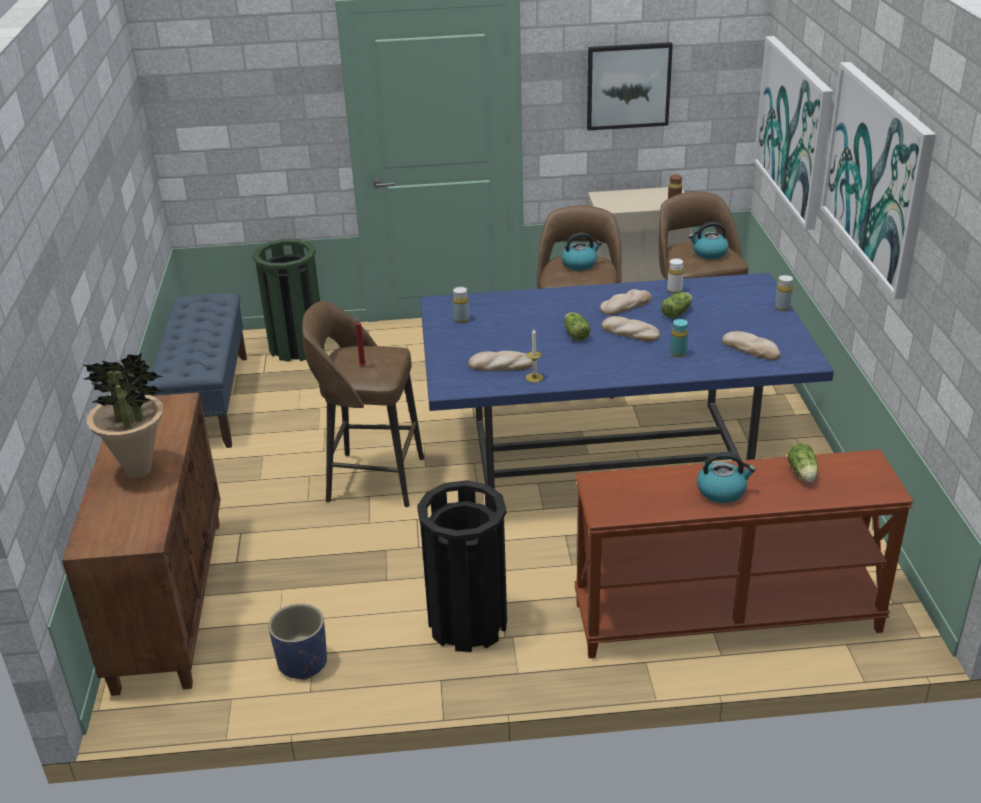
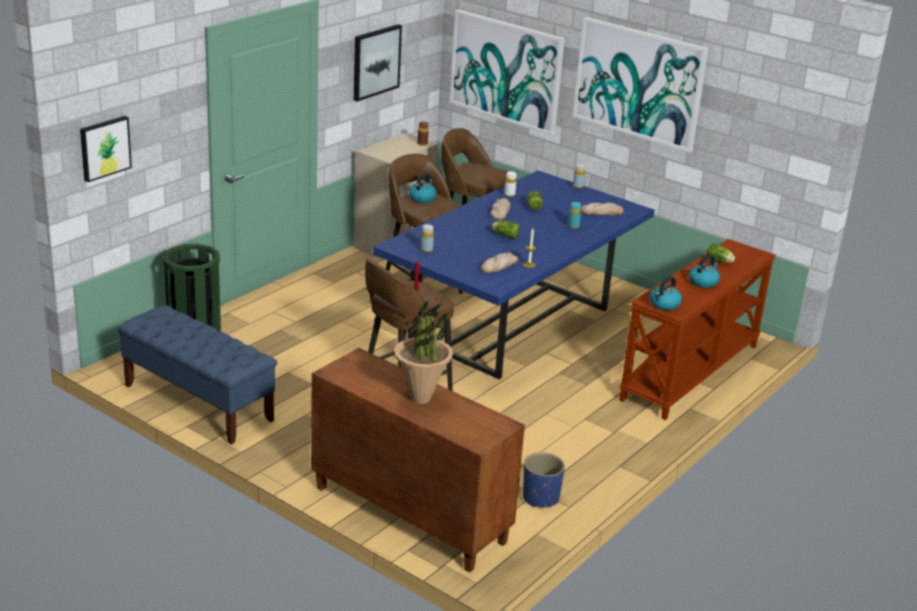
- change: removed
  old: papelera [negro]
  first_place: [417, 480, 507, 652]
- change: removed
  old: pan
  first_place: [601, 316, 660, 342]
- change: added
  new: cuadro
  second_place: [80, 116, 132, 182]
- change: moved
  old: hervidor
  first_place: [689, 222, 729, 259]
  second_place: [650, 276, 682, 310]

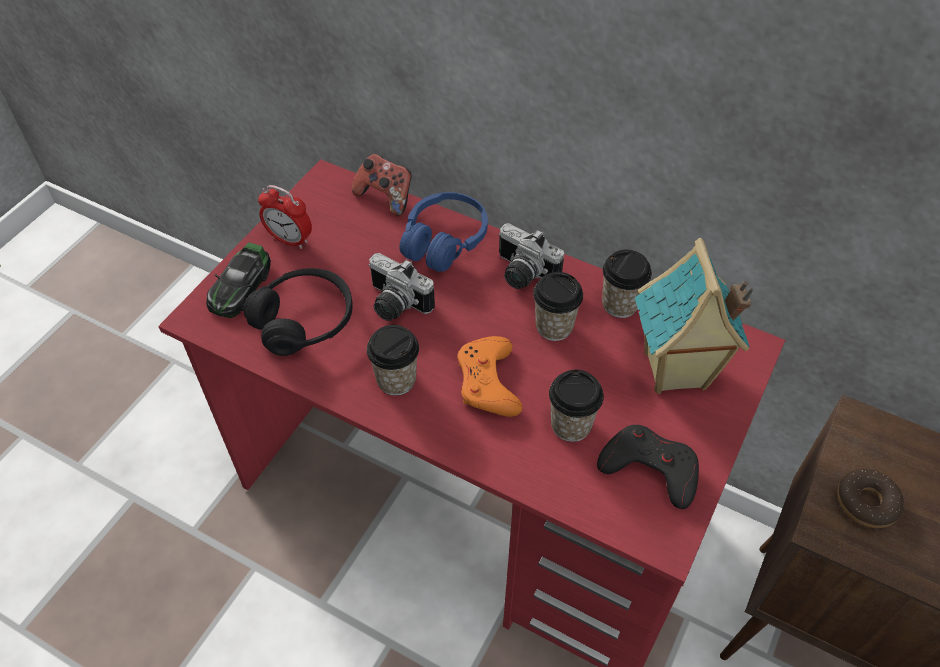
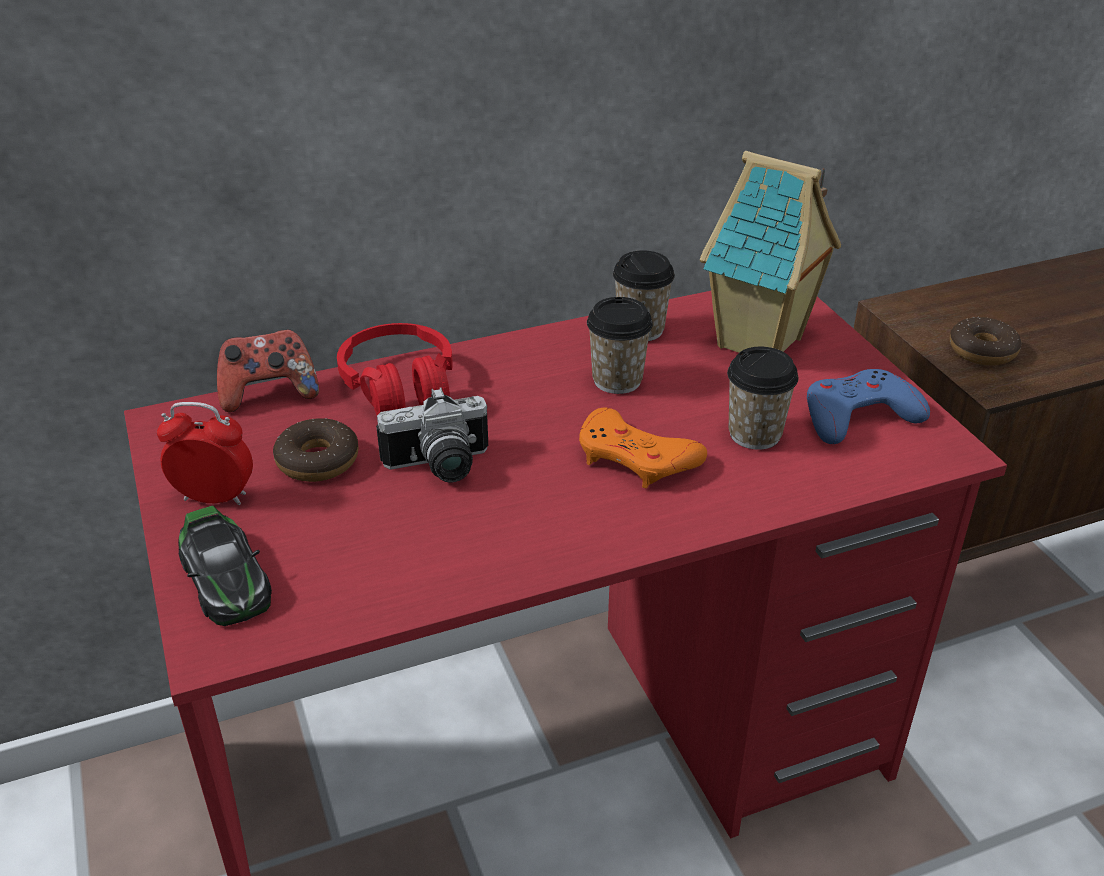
- change: removed
  old: auriculares [negro]
  first_place: [244, 268, 353, 356]
- change: removed
  old: taza
  first_place: [367, 325, 419, 396]
- change: removed
  old: cámara
  first_place: [499, 223, 564, 289]
- change: added
  new: rosquilla
  second_place: [273, 418, 358, 482]
- change: recoloured
  old: auriculares [azul]
  new: auriculares [rojo]
  first_place: [399, 192, 488, 272]
  second_place: [337, 323, 453, 415]
- change: recoloured
  old: mando de consola [negro]
  new: mando de consola [azul]
  first_place: [597, 425, 699, 509]
  second_place: [807, 369, 930, 444]
- change: turned
  old: despertador
  first_place: [258, 185, 312, 249]
  second_place: [157, 402, 253, 505]
  degrees: -150

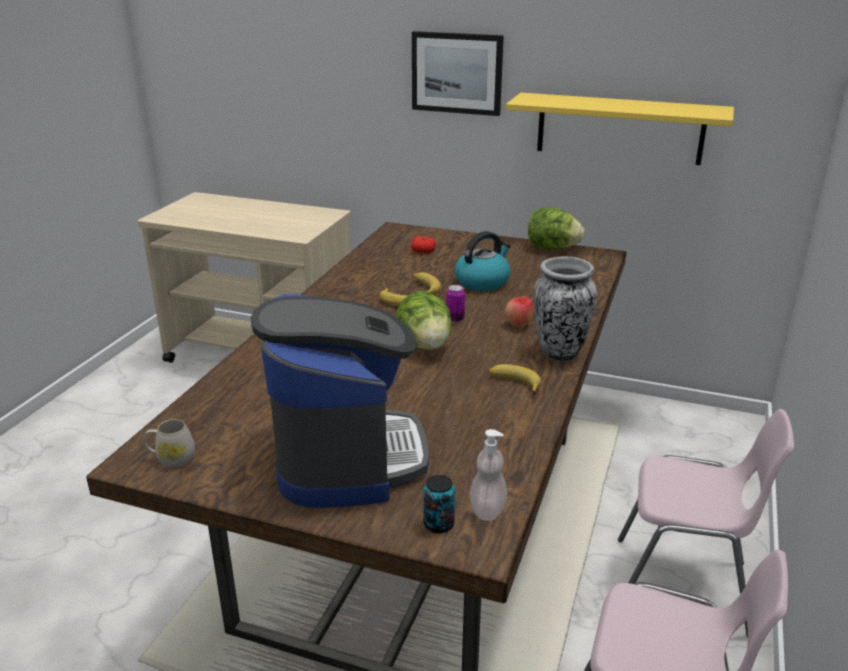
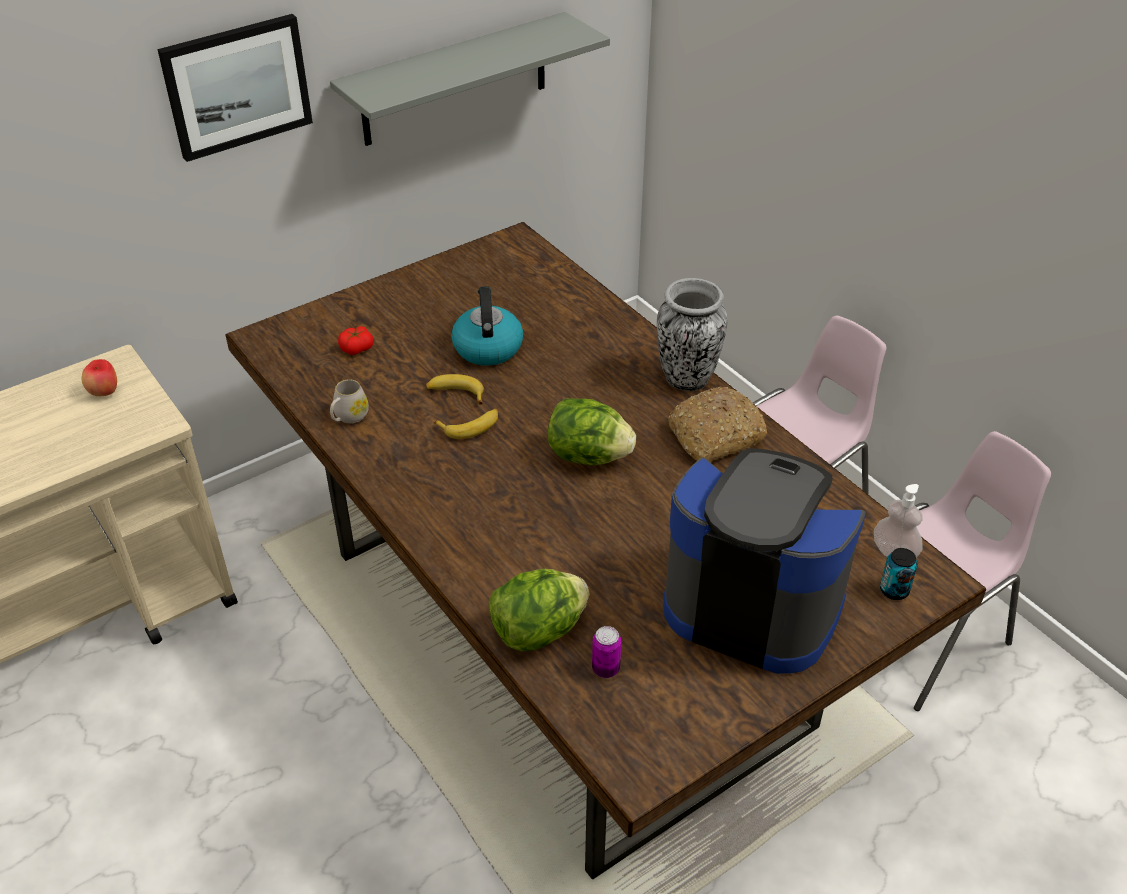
- change: moved
  old: taza grande [blanco]
  first_place: [143, 419, 195, 467]
  second_place: [330, 379, 369, 423]
- change: moved
  old: lata
  first_place: [446, 285, 465, 323]
  second_place: [592, 626, 621, 678]
- change: moved
  old: manzana
  first_place: [505, 296, 534, 328]
  second_place: [82, 359, 117, 396]
- change: moved
  old: lechuga
  first_place: [528, 208, 585, 250]
  second_place: [488, 569, 590, 651]
- change: replaced
  old: plátano
  new: pan
  first_place: [488, 364, 541, 395]
  second_place: [668, 387, 767, 462]
- change: recoloured
  old: estante [amarillo]
  new: estante [gris]
  first_place: [506, 93, 734, 165]
  second_place: [330, 12, 610, 146]

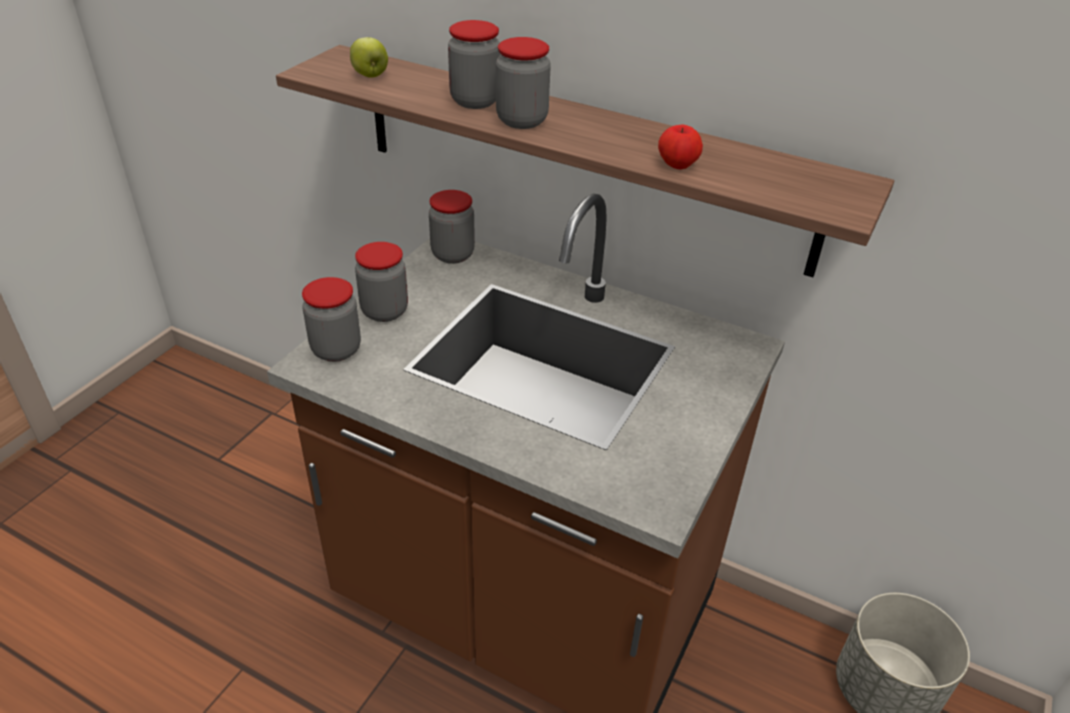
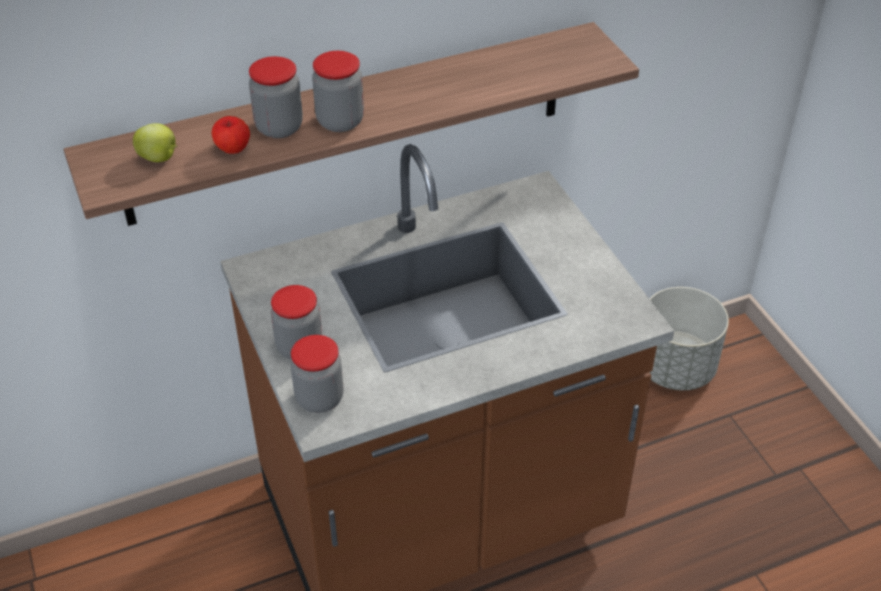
- change: removed
  old: tarro
  first_place: [429, 190, 475, 264]
- change: moved
  old: manzana
  first_place: [658, 125, 703, 170]
  second_place: [211, 116, 250, 154]

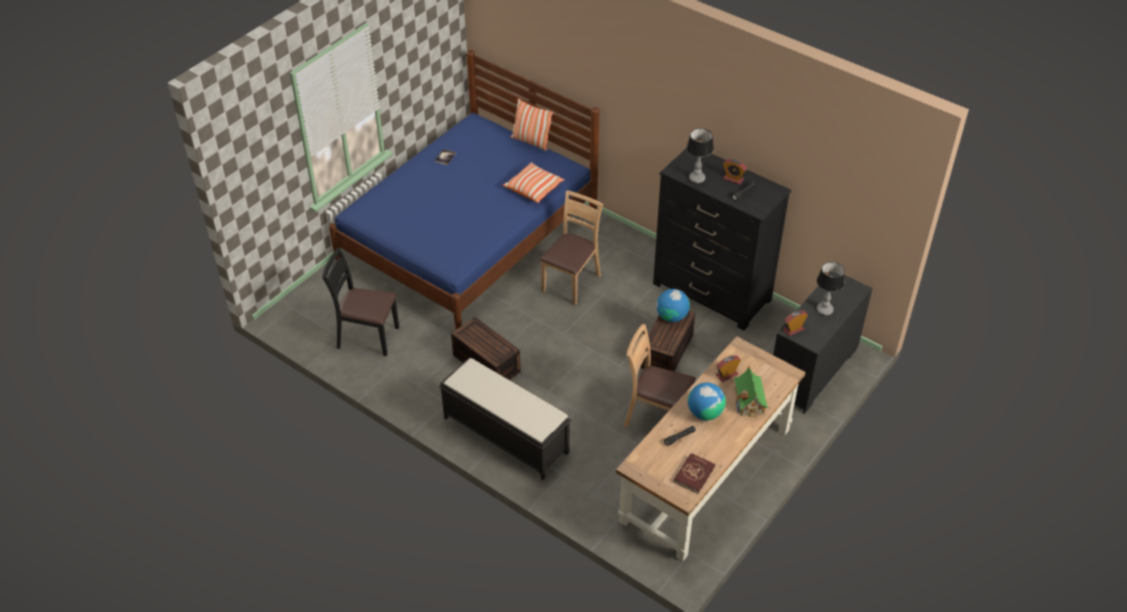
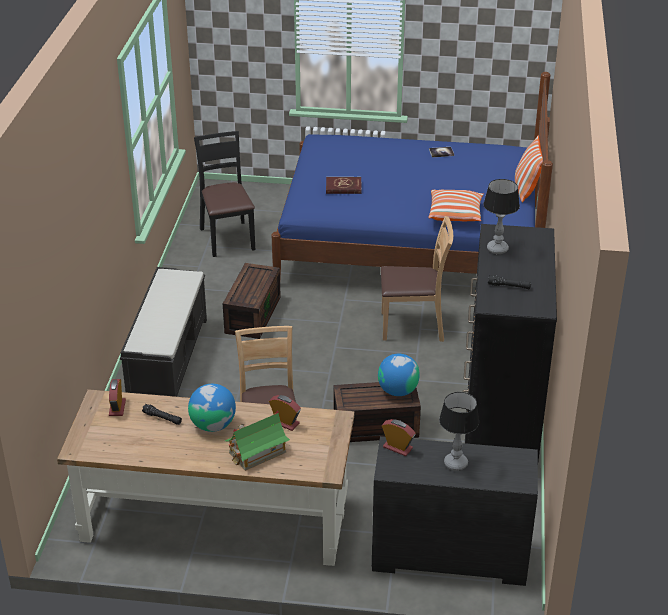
- change: moved
  old: libro [rojo]
  first_place: [674, 453, 715, 493]
  second_place: [326, 177, 362, 194]
- change: moved
  old: despertador
  first_place: [723, 159, 747, 185]
  second_place: [109, 379, 126, 416]

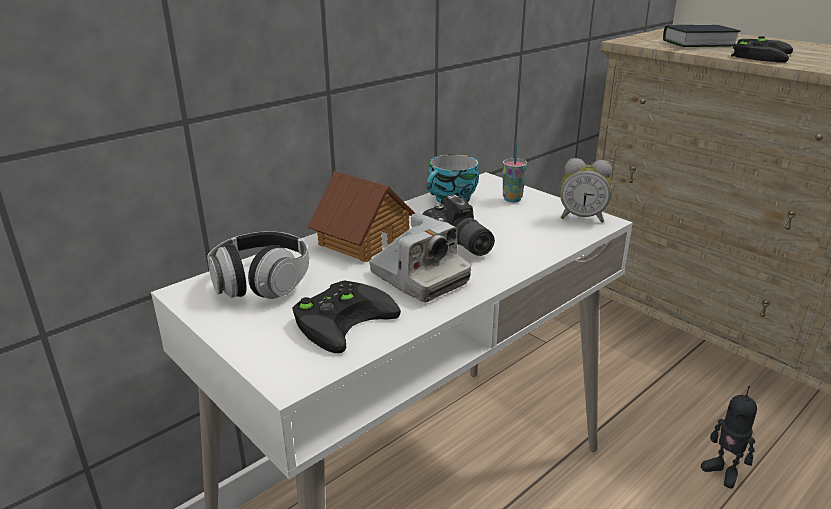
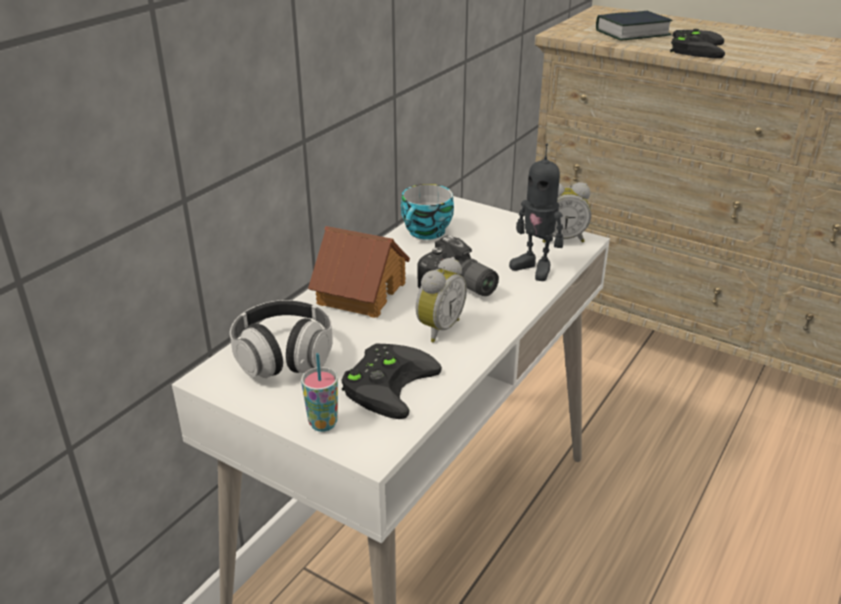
- change: moved
  old: taza
  first_place: [503, 143, 527, 202]
  second_place: [301, 353, 338, 432]
- change: moved
  old: robot de juguete
  first_place: [701, 386, 757, 489]
  second_place: [509, 143, 563, 281]
- change: replaced
  old: cámara
  new: despertador
  first_place: [369, 213, 471, 303]
  second_place: [416, 257, 467, 343]

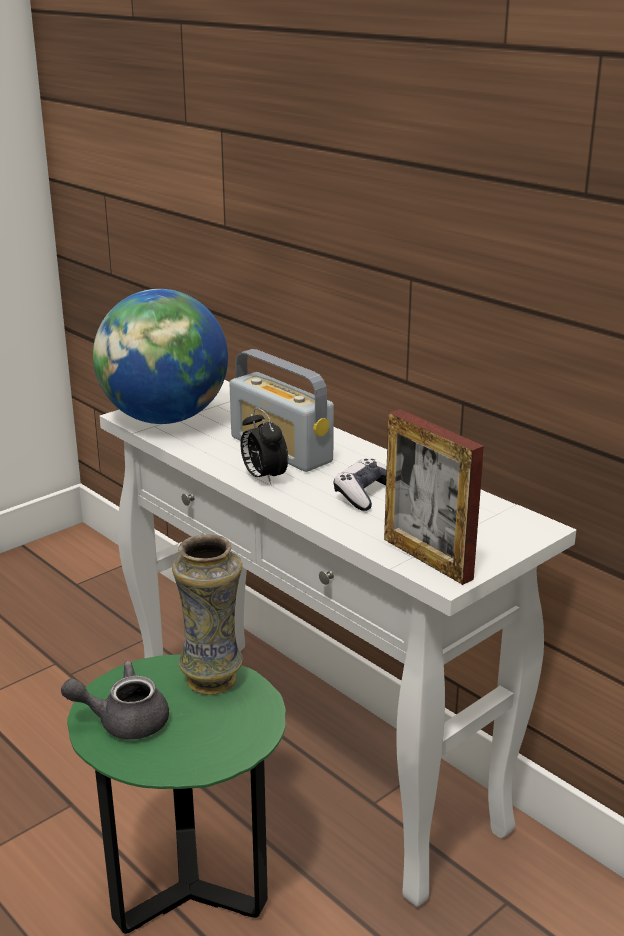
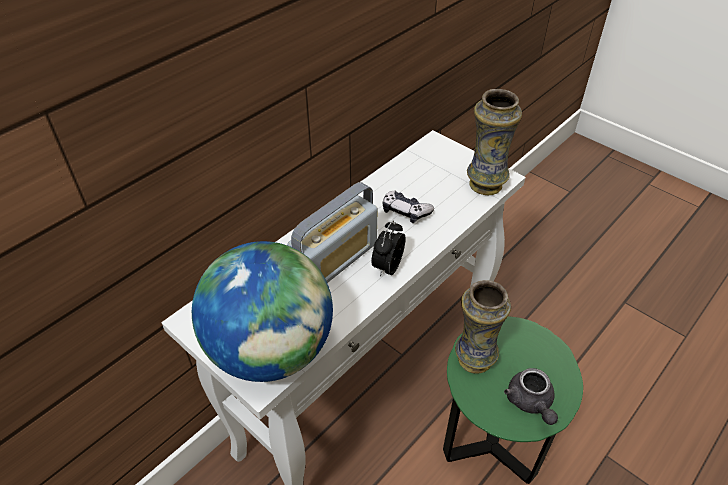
- change: replaced
  old: portarretratos
  new: florero
  first_place: [384, 409, 484, 585]
  second_place: [467, 89, 522, 195]
- change: turned
  old: despertador
  first_place: [240, 407, 288, 485]
  second_place: [371, 221, 406, 277]
  degrees: 150

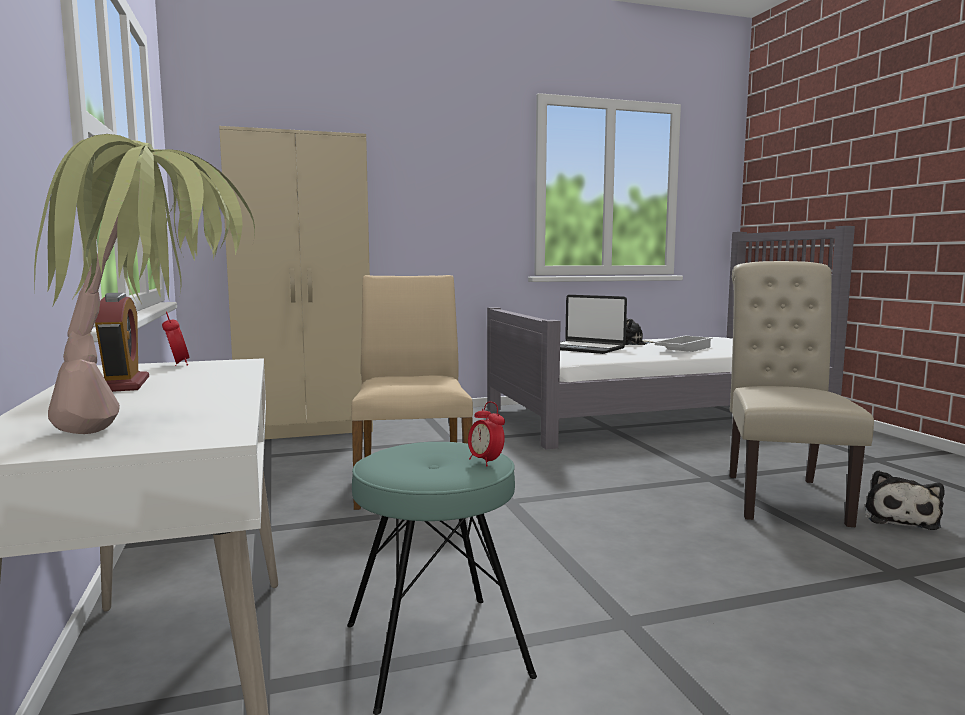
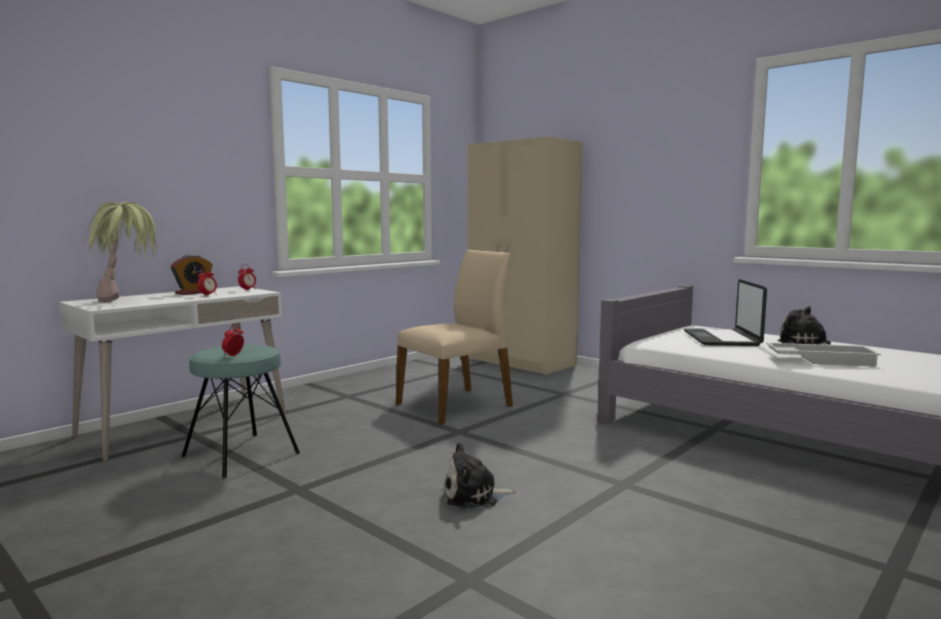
- change: removed
  old: silla [beis]
  first_place: [729, 261, 874, 527]
- change: added
  new: despertador
  second_place: [197, 268, 217, 295]
- change: moved
  old: peluche
  first_place: [865, 470, 945, 530]
  second_place: [444, 442, 516, 509]

